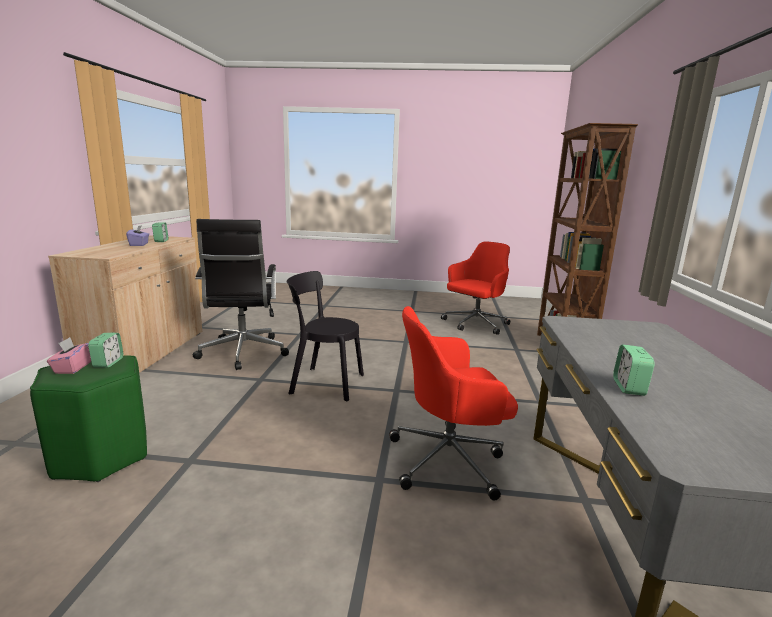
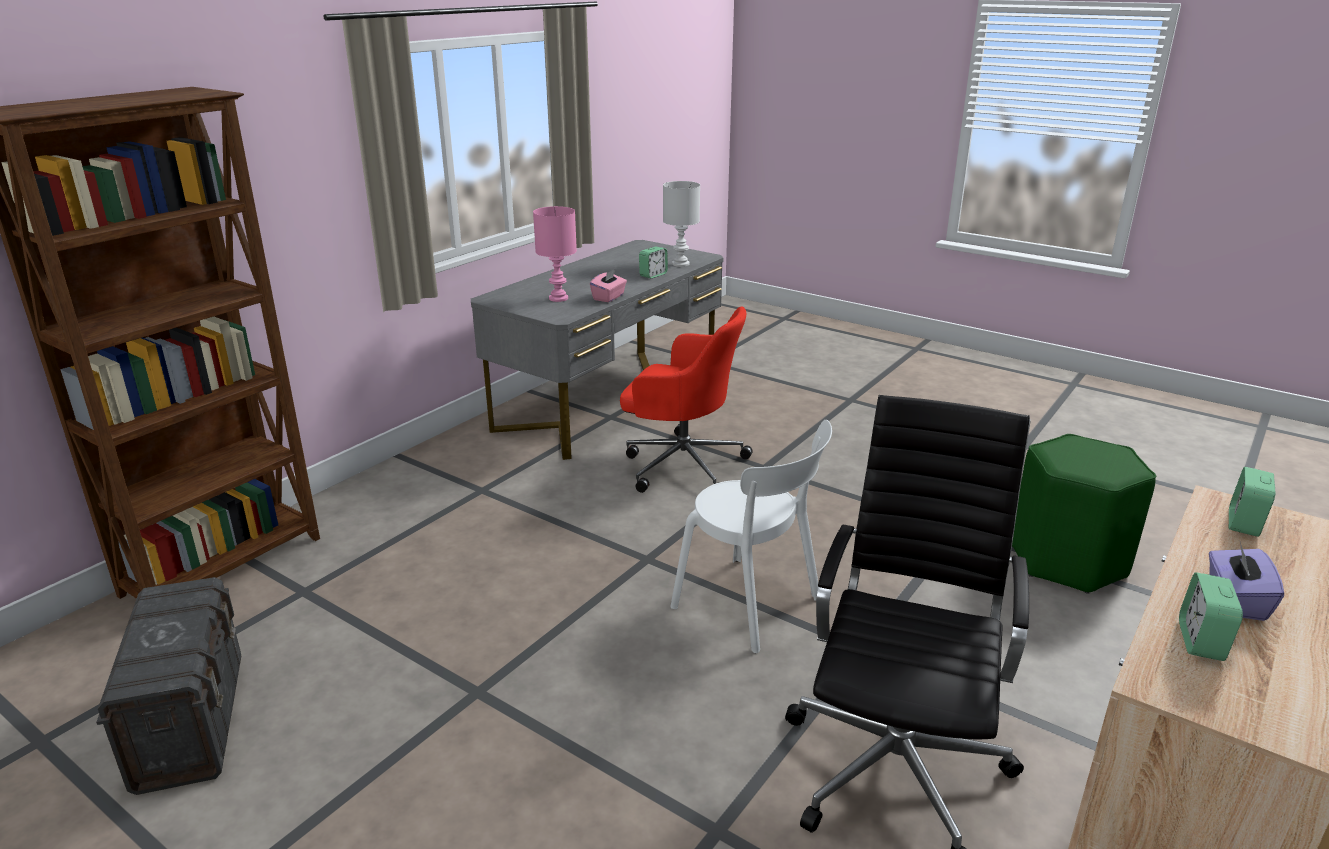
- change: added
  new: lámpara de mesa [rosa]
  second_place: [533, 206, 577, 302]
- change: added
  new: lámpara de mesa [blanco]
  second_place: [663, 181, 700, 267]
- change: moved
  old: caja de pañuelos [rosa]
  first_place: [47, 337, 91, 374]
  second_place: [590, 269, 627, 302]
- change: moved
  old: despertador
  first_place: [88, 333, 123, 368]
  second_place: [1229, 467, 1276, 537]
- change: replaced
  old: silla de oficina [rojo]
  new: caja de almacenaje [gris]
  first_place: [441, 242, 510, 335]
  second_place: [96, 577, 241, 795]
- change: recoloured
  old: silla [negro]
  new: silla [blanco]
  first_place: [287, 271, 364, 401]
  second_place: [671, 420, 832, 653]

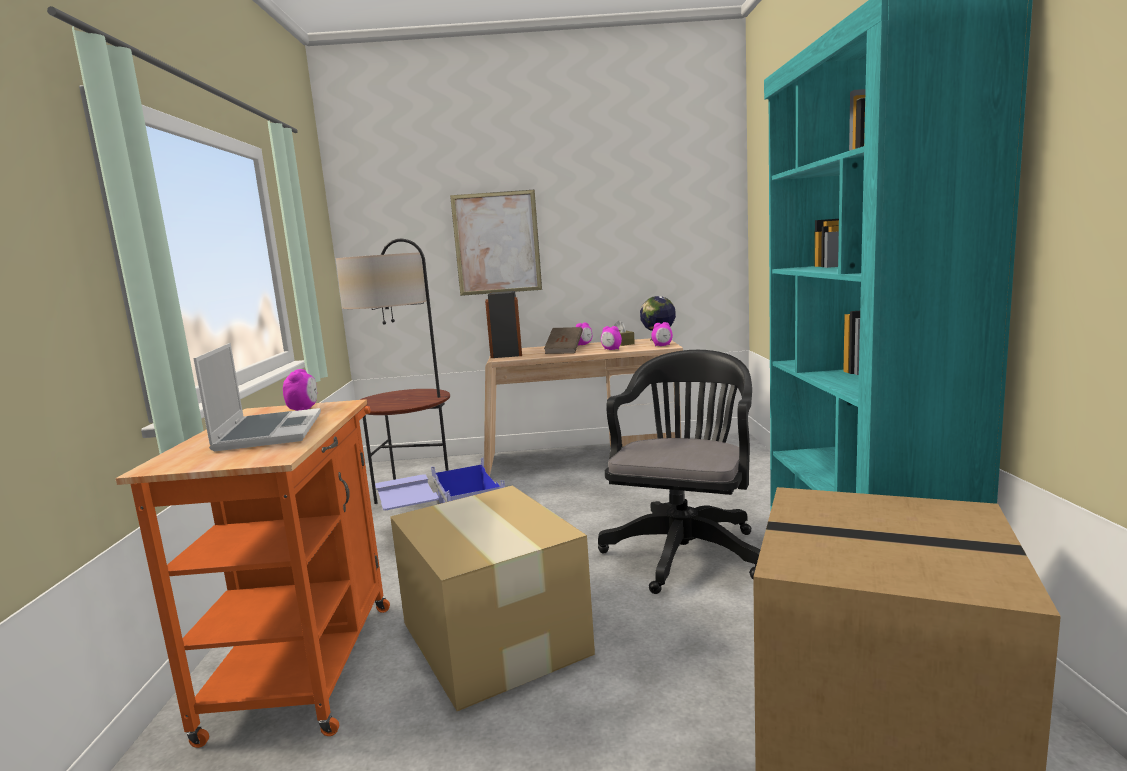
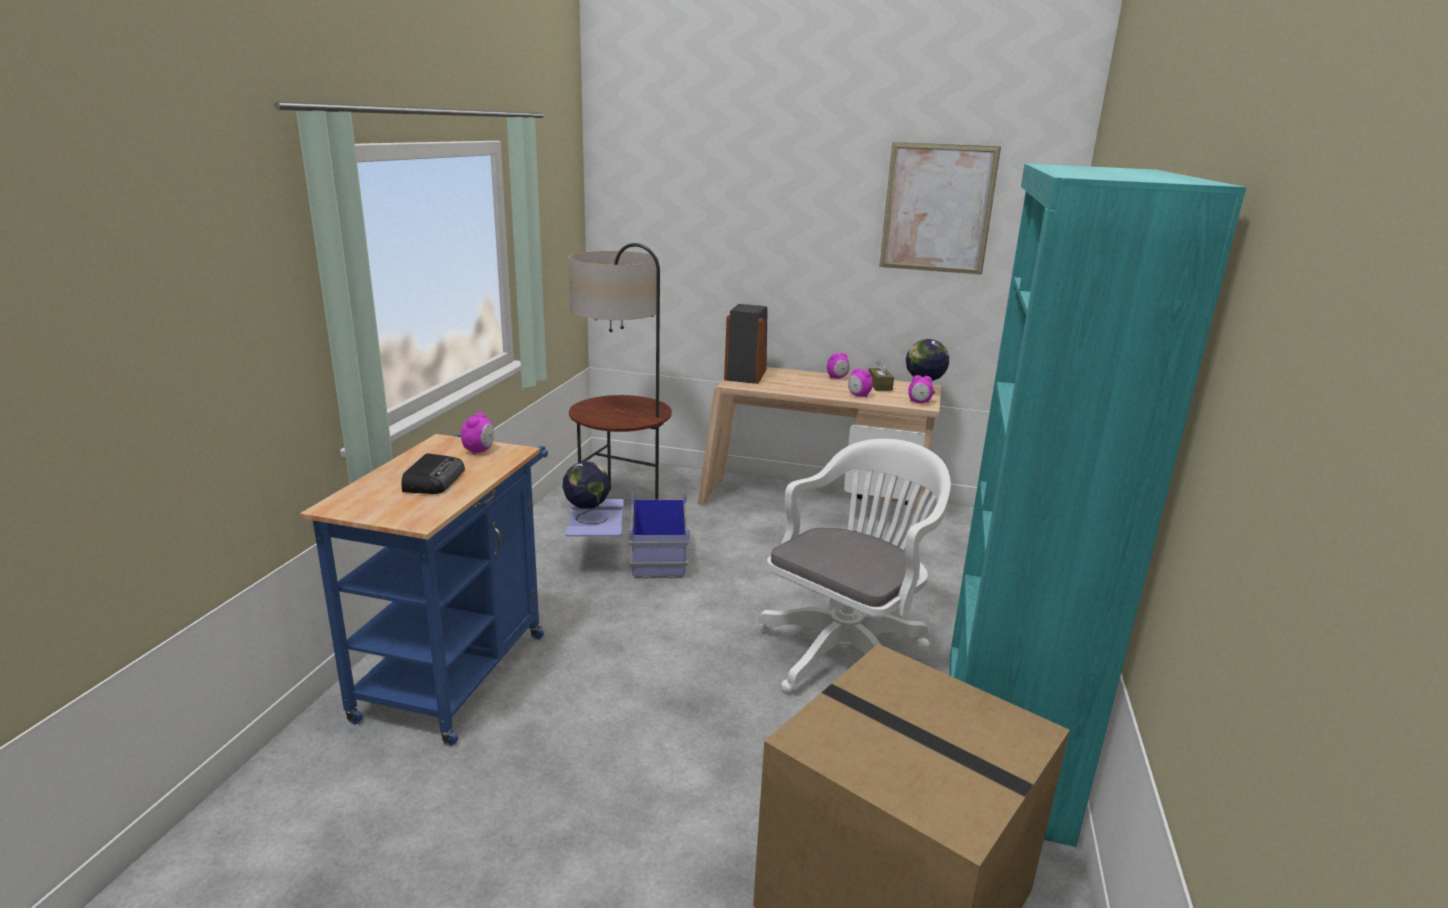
- change: removed
  old: caja de cartón
  first_place: [390, 485, 595, 711]
- change: removed
  old: libro [marrón]
  first_place: [544, 327, 583, 354]
- change: added
  new: globo terráqueo
  second_place: [562, 462, 610, 524]
- change: moved
  old: cuadro
  first_place: [450, 190, 542, 296]
  second_place: [879, 142, 1001, 275]
- change: replaced
  old: portátil
  new: radio
  first_place: [194, 343, 321, 451]
  second_place: [401, 453, 465, 494]
- change: recoloured
  old: carrito [naranja]
  new: carrito [azul]
  first_place: [115, 399, 390, 748]
  second_place: [300, 434, 548, 746]
- change: recoloured
  old: silla de oficina [negro]
  new: silla de oficina [blanco]
  first_place: [598, 350, 760, 594]
  second_place: [758, 439, 951, 693]

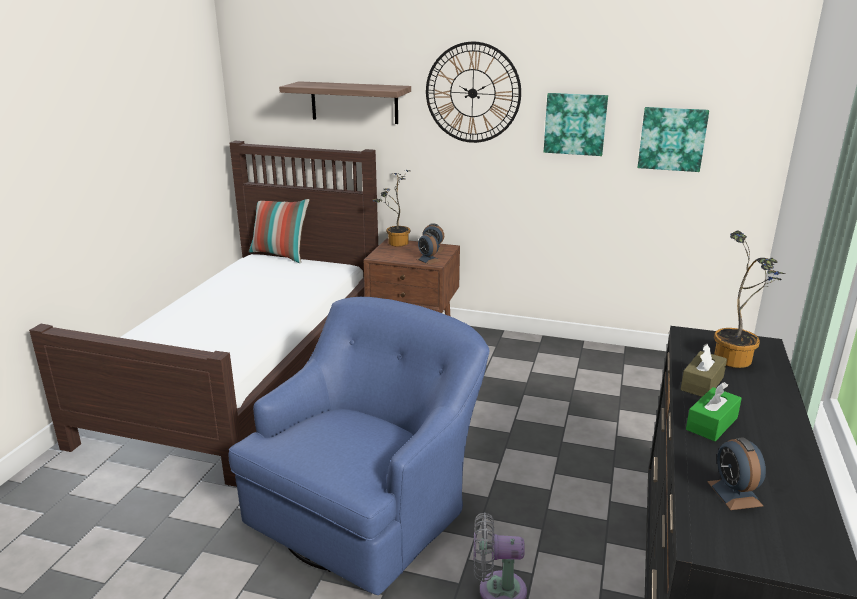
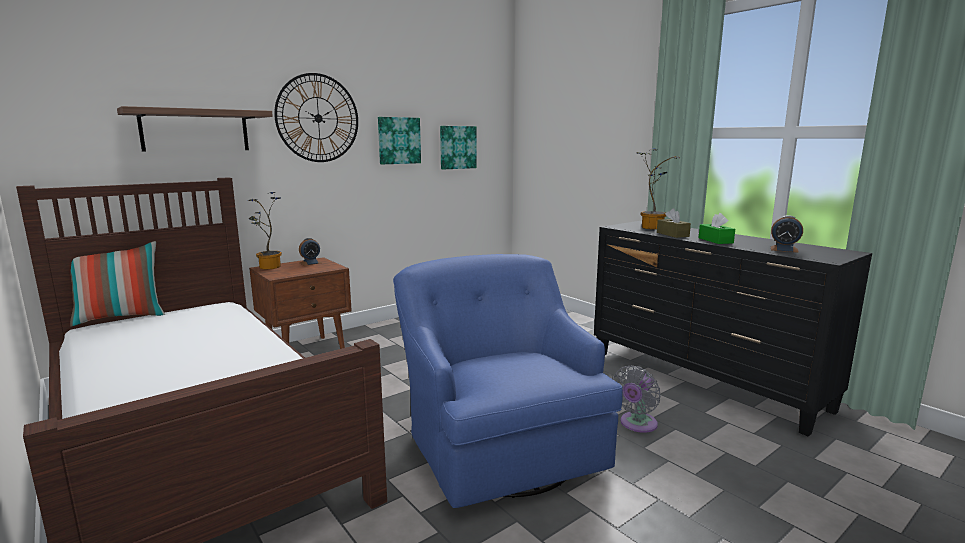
- change: removed
  old: despertador
  first_place: [417, 233, 440, 265]

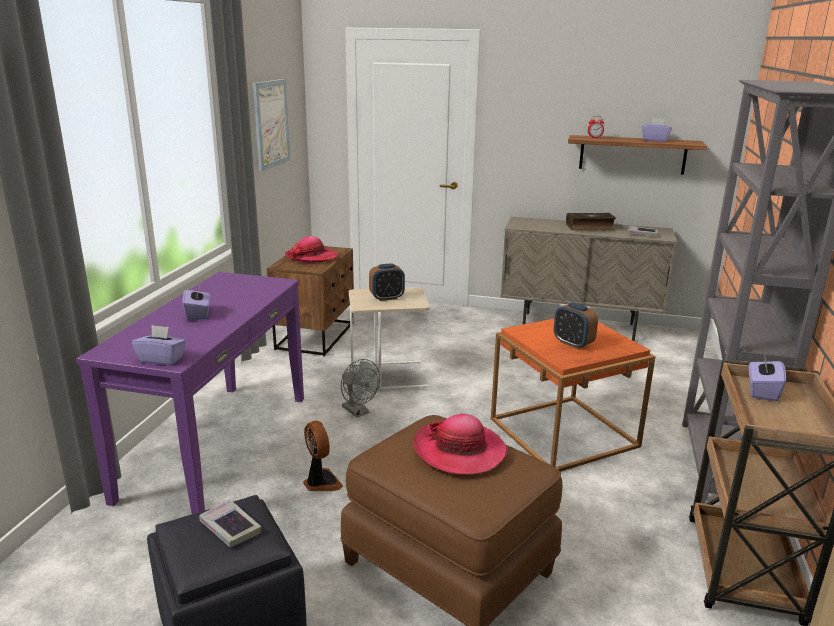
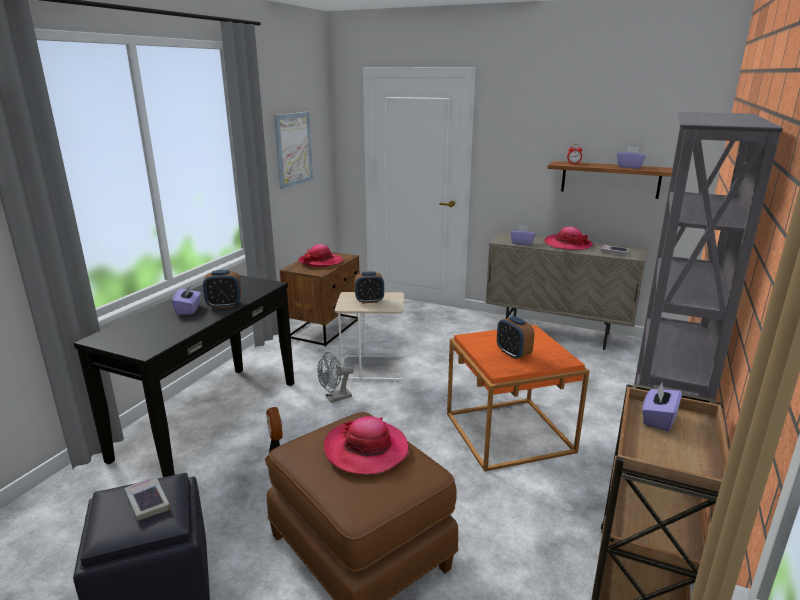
- change: added
  new: despertador
  second_place: [203, 270, 241, 308]
- change: moved
  old: caja de pañuelos [morado]
  first_place: [131, 325, 186, 365]
  second_place: [510, 224, 536, 245]
- change: replaced
  old: libro
  new: sombrero
  first_place: [566, 213, 616, 230]
  second_place: [544, 227, 593, 250]
- change: recoloured
  old: mesa consola [morado]
  new: mesa consola [negro]
  first_place: [76, 272, 304, 514]
  second_place: [74, 275, 294, 477]
- change: turned
  old: ventilador [gris]
  first_place: [341, 359, 380, 417]
  second_place: [318, 352, 354, 403]
  degrees: 90

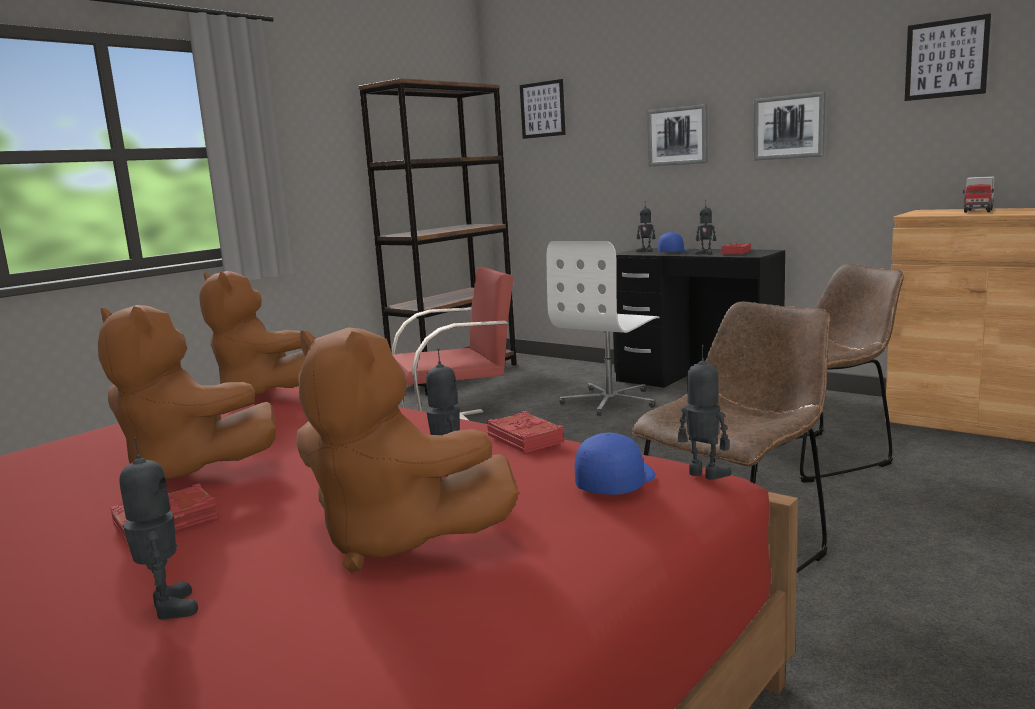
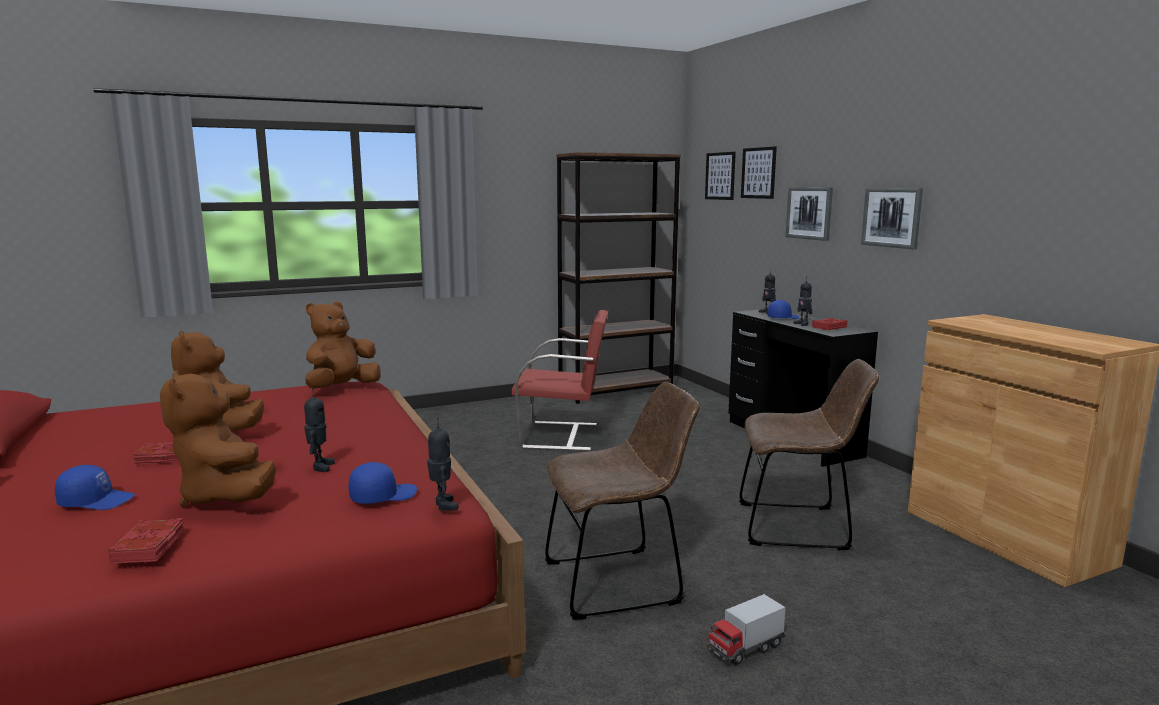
- change: removed
  old: silla de oficina [blanco]
  first_place: [546, 241, 660, 416]
- change: moved
  old: libro [rojo]
  first_place: [487, 411, 564, 453]
  second_place: [108, 518, 184, 564]
- change: moved
  old: cuadro
  first_place: [905, 13, 991, 101]
  second_place: [741, 146, 777, 199]
- change: moved
  old: camión de juguete
  first_place: [963, 176, 995, 213]
  second_place: [707, 594, 786, 665]
- change: replaced
  old: robot de juguete
  new: gorra [azul]
  first_place: [119, 437, 198, 619]
  second_place: [55, 465, 135, 510]
- change: turned
  old: peluche [marrón]
  first_place: [199, 271, 305, 395]
  second_place: [305, 302, 381, 388]
  degrees: 60

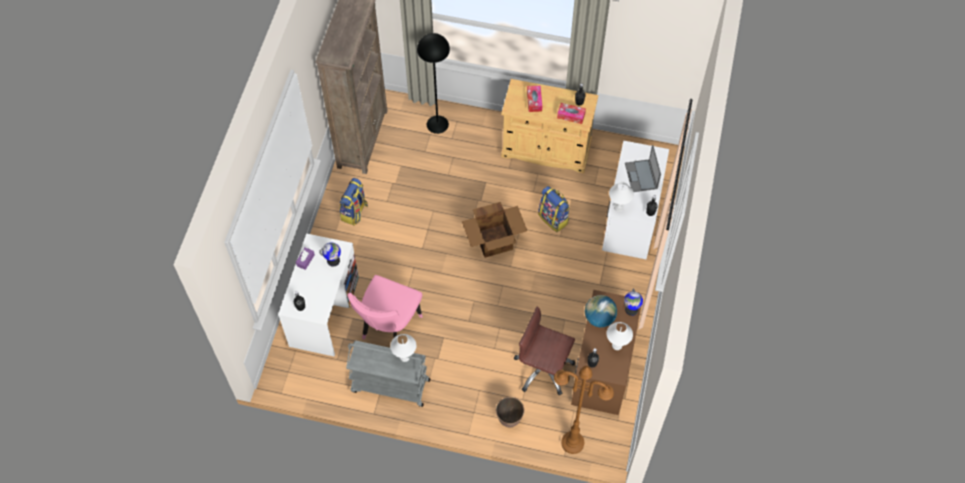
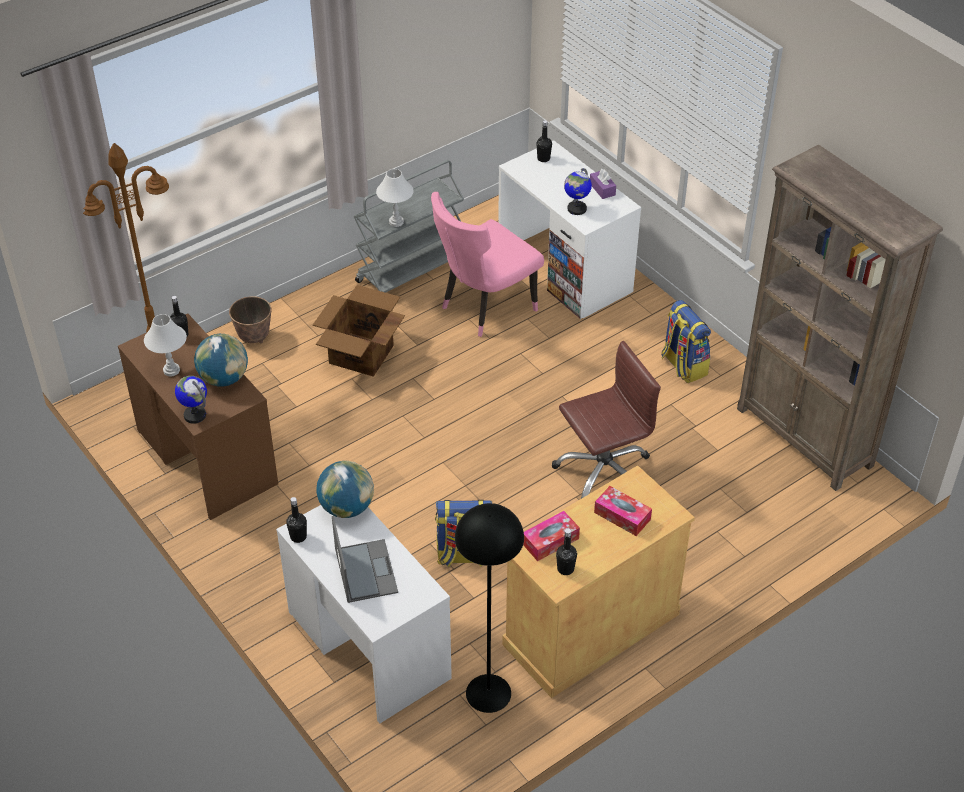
- change: moved
  old: lámpara de pie [negro]
  first_place: [417, 33, 450, 134]
  second_place: [455, 503, 524, 713]
- change: moved
  old: caja de cartón
  first_place: [462, 202, 527, 258]
  second_place: [313, 285, 405, 377]
- change: moved
  old: silla de oficina [marrón]
  first_place: [514, 306, 575, 395]
  second_place: [552, 341, 661, 499]
- change: replaced
  old: lámpara de mesa [blanco]
  new: globo terráqueo
  first_place: [609, 182, 634, 212]
  second_place: [316, 461, 374, 518]
- change: turned
  old: silla [rosa]
  first_place: [347, 275, 423, 340]
  second_place: [431, 192, 544, 337]
  degrees: -105
- change: turned
  old: portátil
  first_place: [625, 145, 661, 192]
  second_place: [332, 516, 398, 603]
  degrees: 45

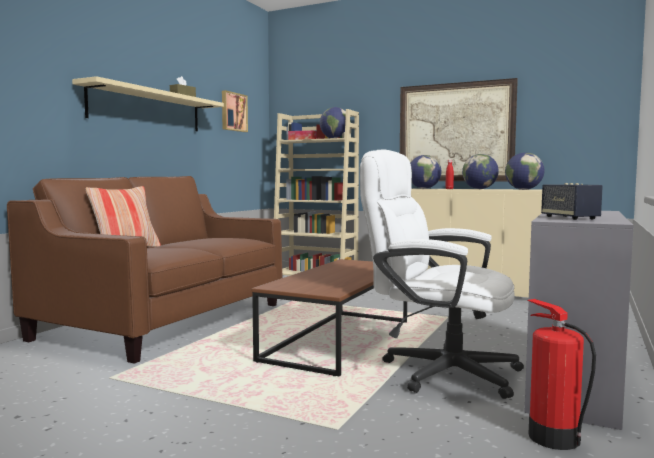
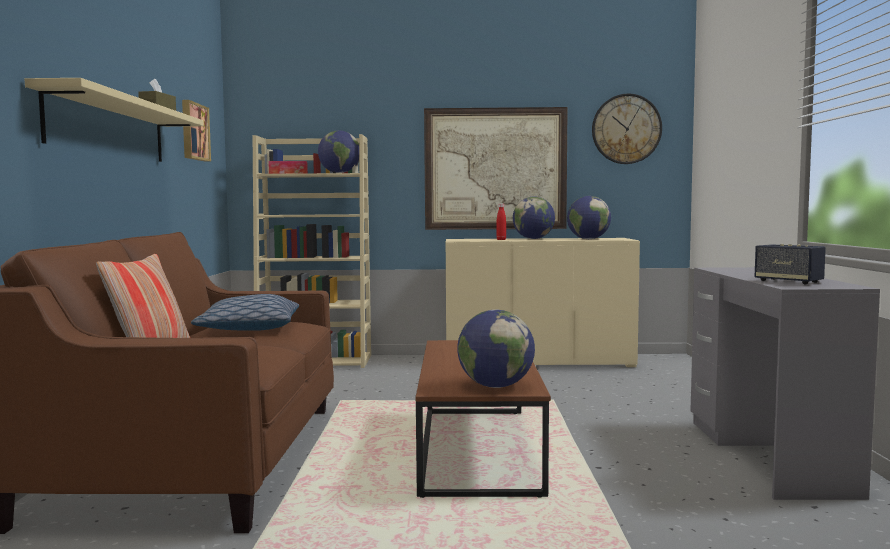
- change: removed
  old: silla de oficina [blanco]
  first_place: [360, 149, 524, 399]
- change: removed
  old: extintor
  first_place: [528, 299, 596, 450]
- change: added
  new: cojín
  second_place: [191, 294, 299, 331]
- change: added
  new: reloj de pared
  second_place: [592, 94, 662, 164]
- change: moved
  old: globo terráqueo
  first_place: [410, 155, 441, 189]
  second_place: [457, 310, 535, 388]

